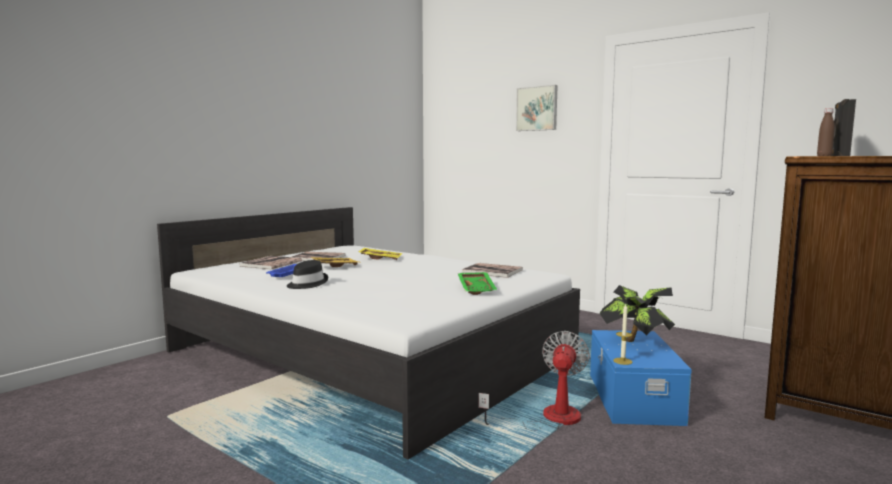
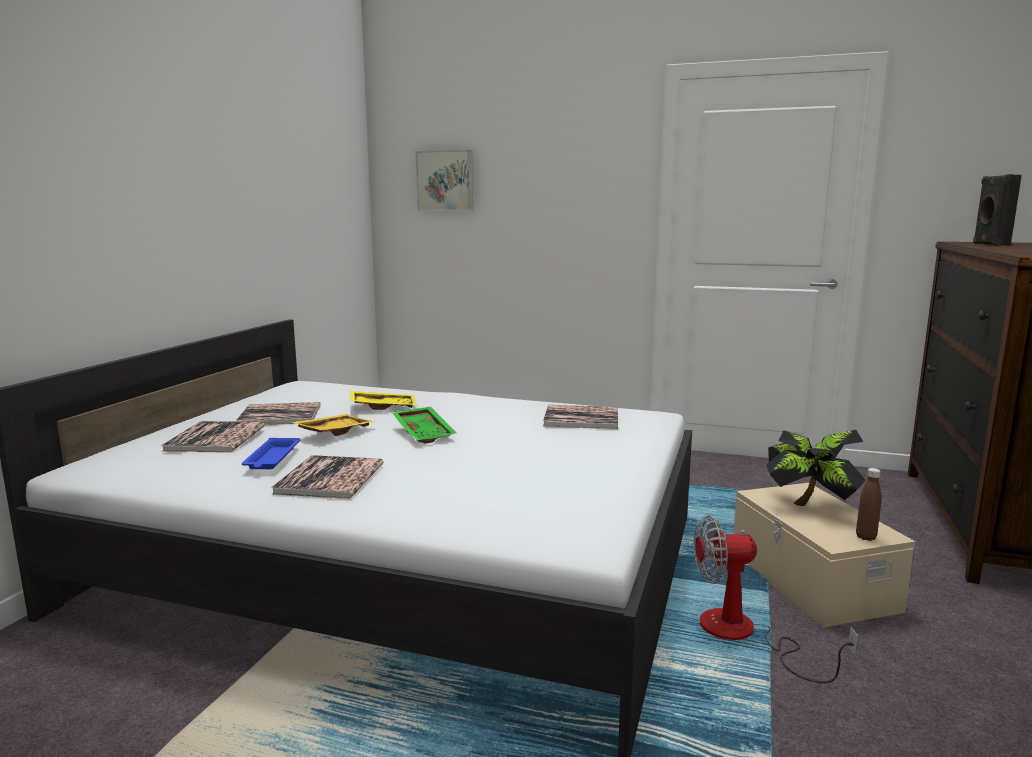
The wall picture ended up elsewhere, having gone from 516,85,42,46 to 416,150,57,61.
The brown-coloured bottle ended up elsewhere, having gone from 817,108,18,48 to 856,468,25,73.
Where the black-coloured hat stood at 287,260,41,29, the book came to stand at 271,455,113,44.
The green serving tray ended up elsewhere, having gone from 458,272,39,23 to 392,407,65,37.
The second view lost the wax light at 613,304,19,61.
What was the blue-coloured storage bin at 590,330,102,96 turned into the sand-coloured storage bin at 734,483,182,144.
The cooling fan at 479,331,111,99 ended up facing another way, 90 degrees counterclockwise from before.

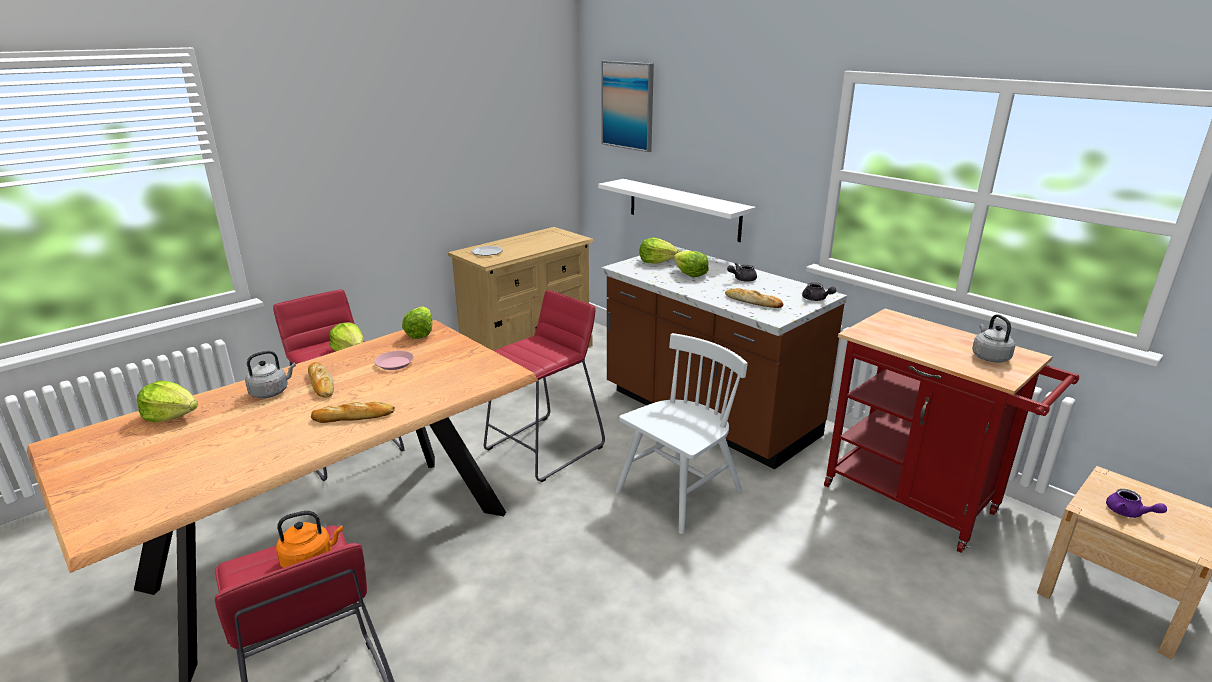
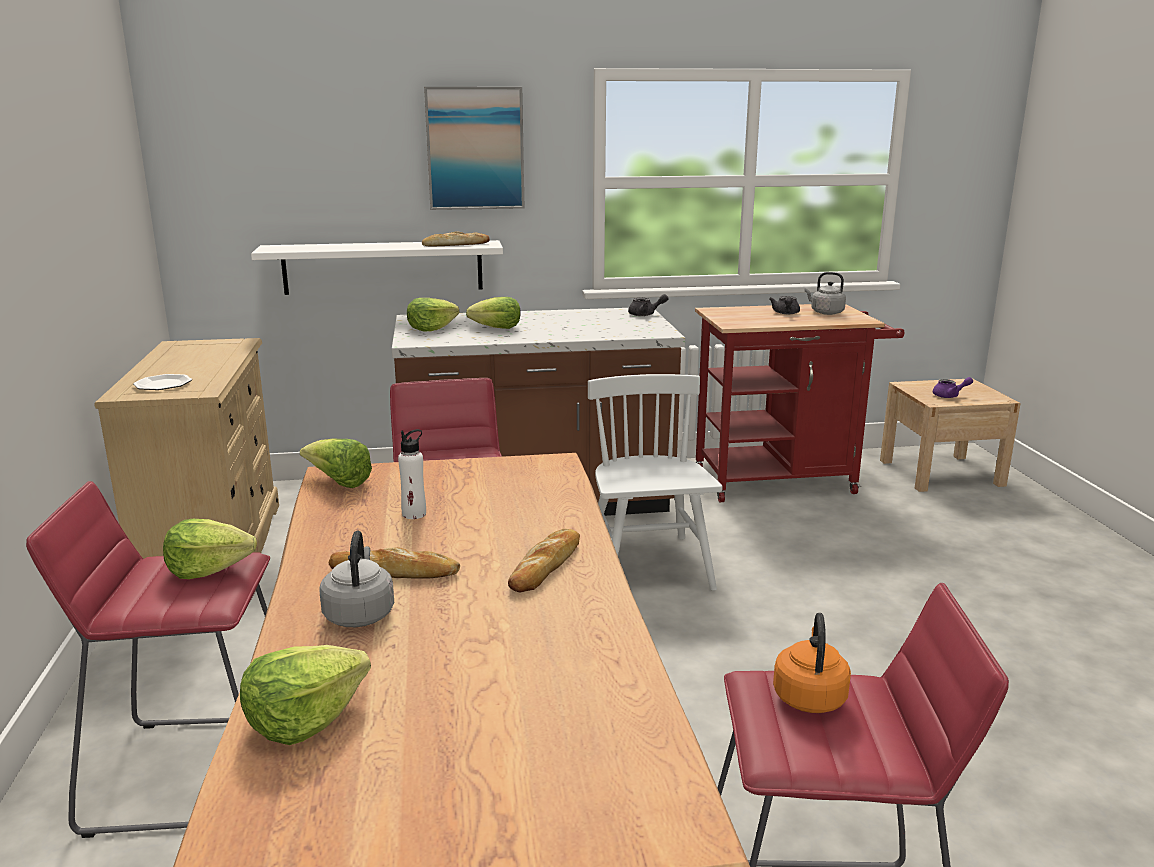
The wall picture ended up elsewhere, having gone from 601,61,53,91 to 424,87,101,123.
The greyish tea pot ended up elsewhere, having gone from 727,263,30,19 to 769,296,31,18.
The bakery bread ended up elsewhere, having gone from 725,288,58,20 to 422,232,68,15.
Where the pink dinner plate stood at 374,351,40,19, the white bottle came to stand at 398,429,28,90.

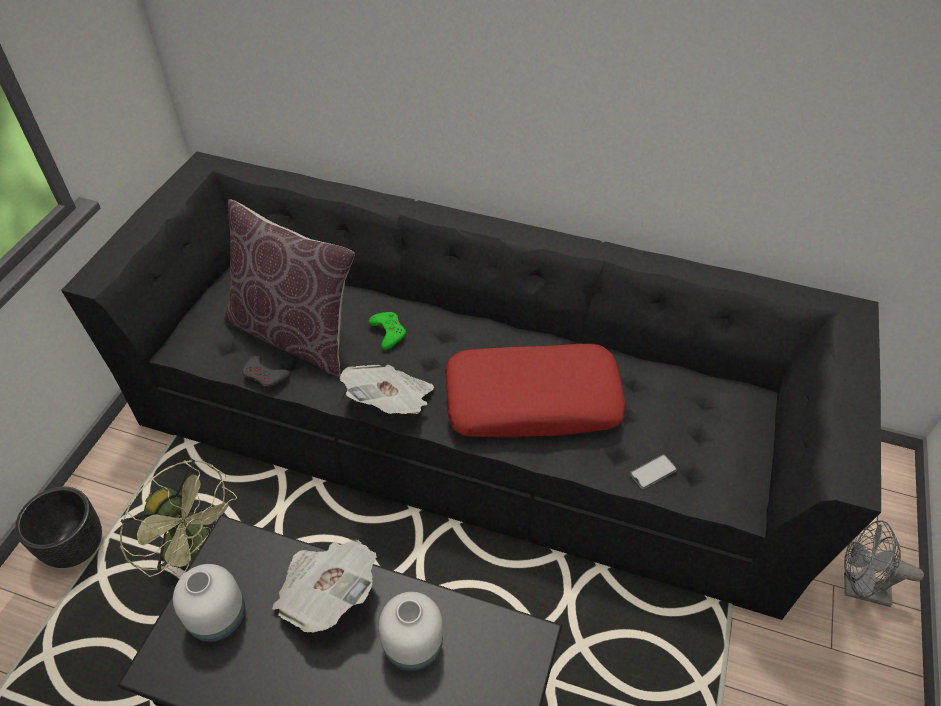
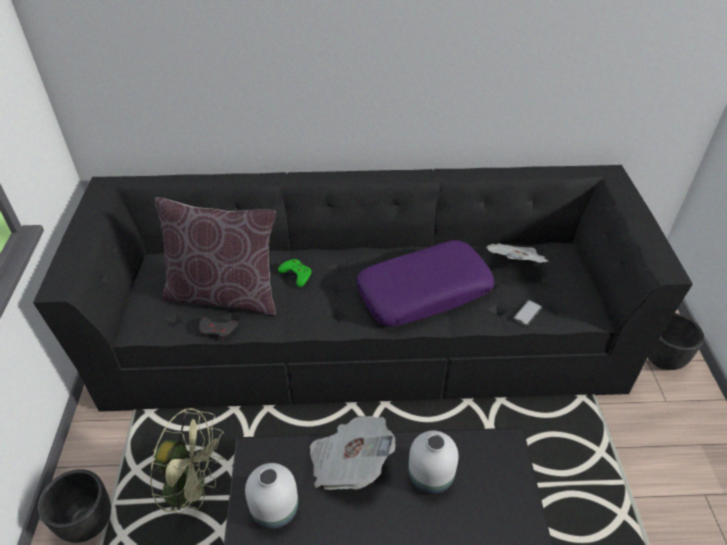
What was the red-coloured cushion at 445,344,181,93 turned into the purple cushion at 356,240,138,86.
The daily paper ended up elsewhere, having gone from 340,365,94,49 to 486,243,63,20.
Where the greyish cooling fan stood at 844,520,80,87, the black-coloured planter came to stand at 647,313,57,57.

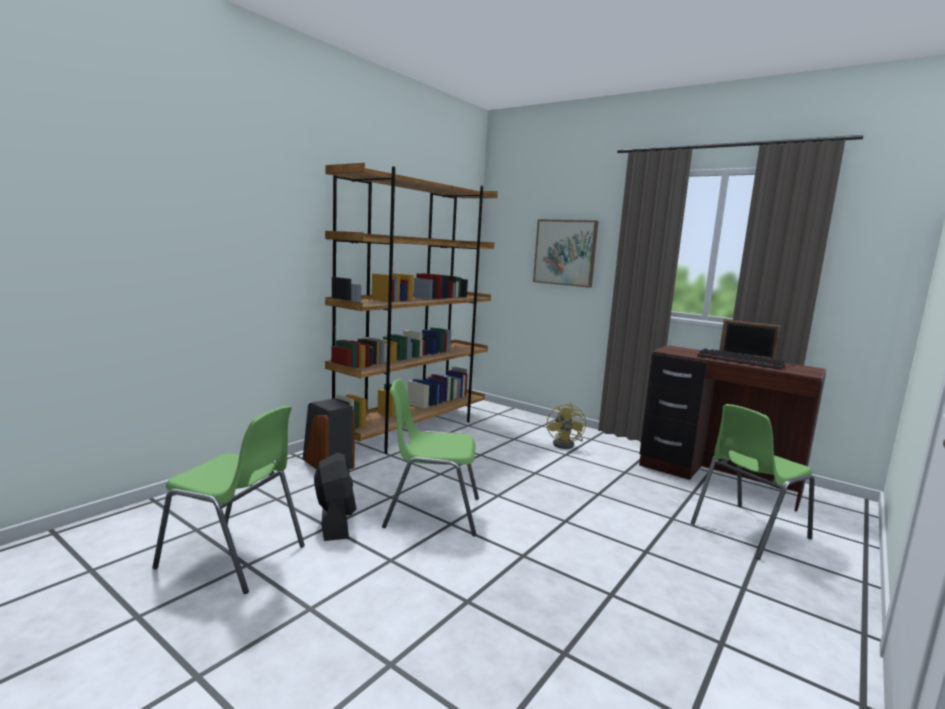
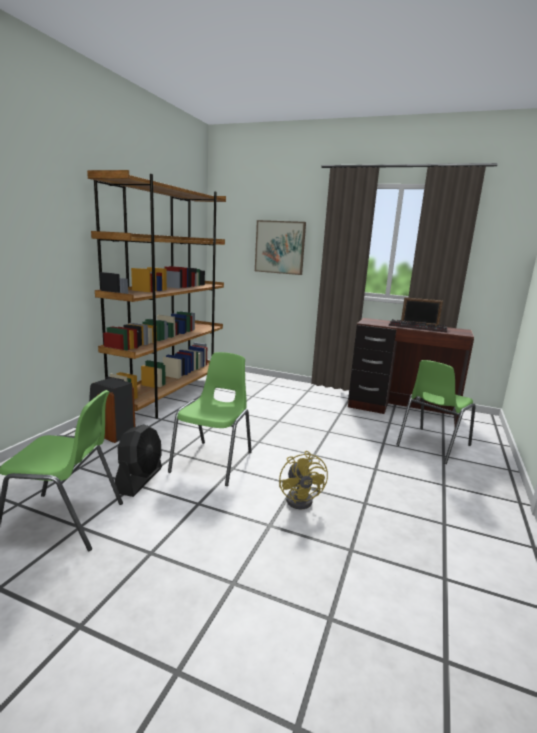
The green upright chair at 382,379,97,157 ended up facing another way, 120 degrees clockwise from before.
The yellow cooling fan ended up elsewhere, having gone from 547,403,39,46 to 279,451,49,58.
The black-coloured cooling fan at 314,453,43,88 ended up facing another way, 45 degrees clockwise from before.

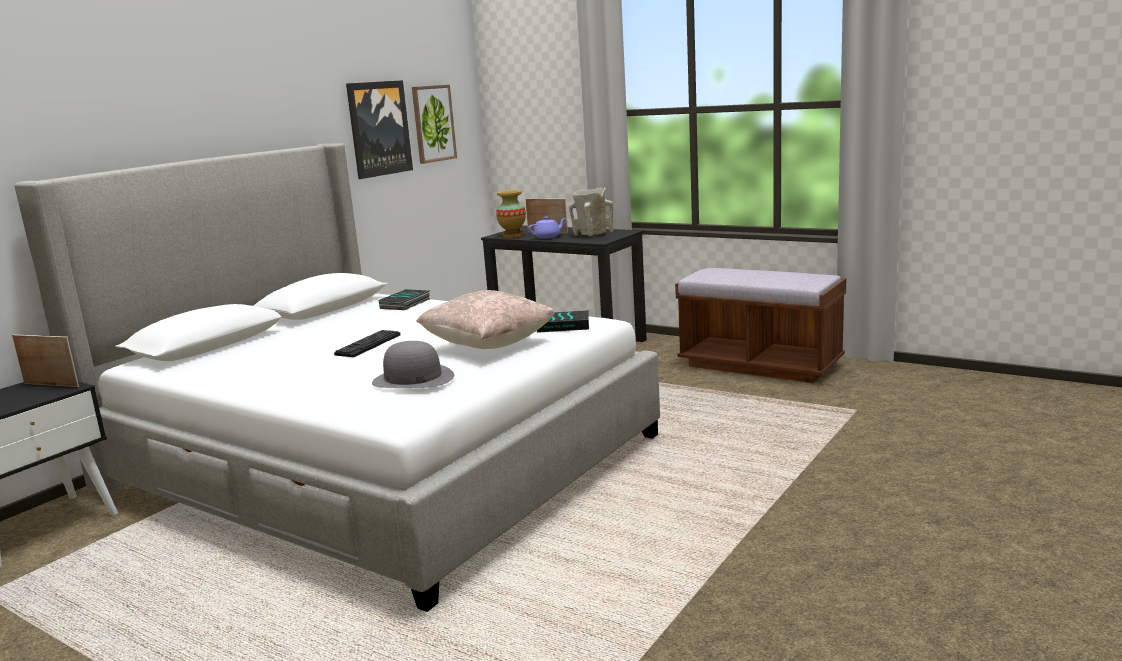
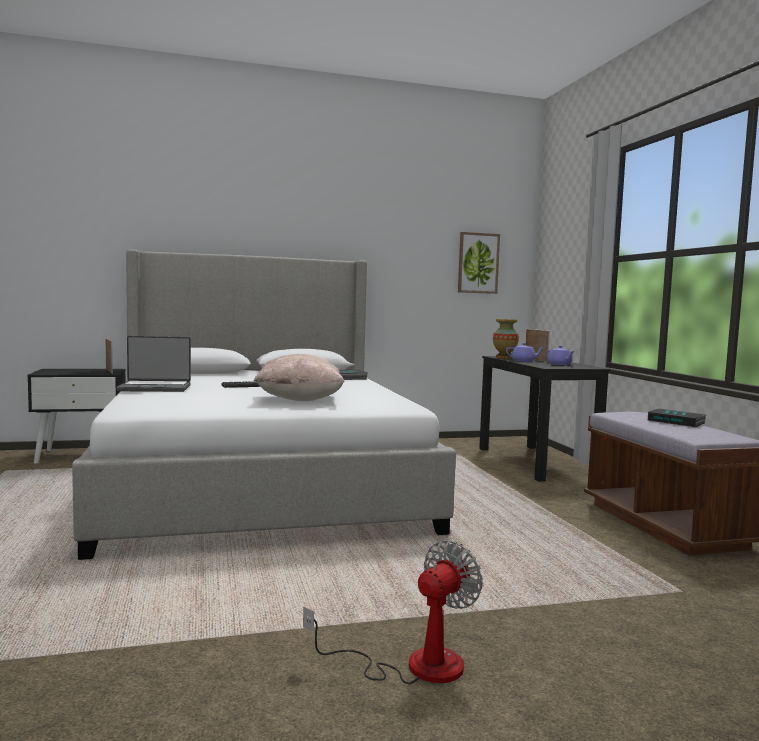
The second view lost the wall picture at 346,80,67,99.
Where the sand-coloured decorative vase stood at 569,187,44,49, the purple tea pot came to stand at 547,345,28,20.
The book ended up elsewhere, having gone from 537,310,52,23 to 648,409,58,18.
The second view lost the greyish hat at 372,341,82,47.
The second view gained the portable computer at 116,336,75,56.
The second view gained the cooling fan at 303,540,180,144.

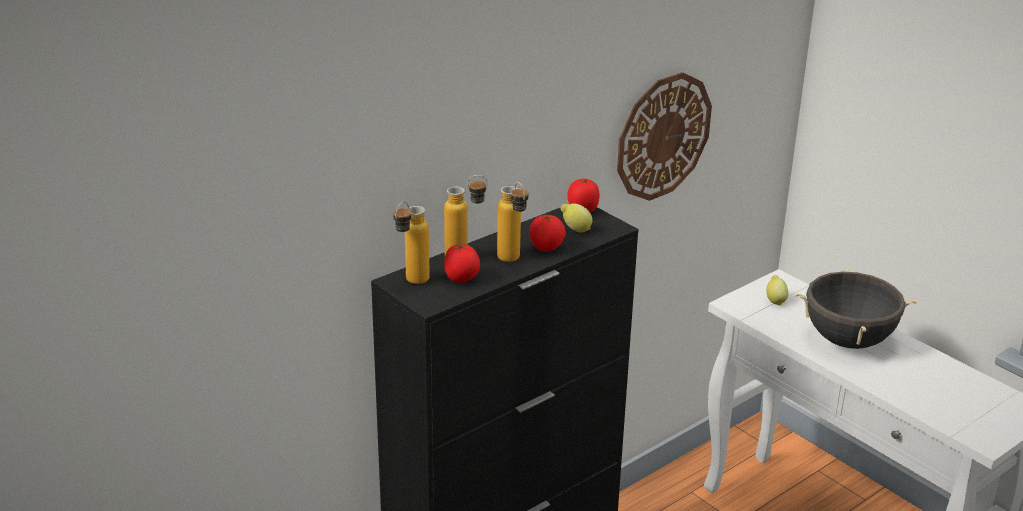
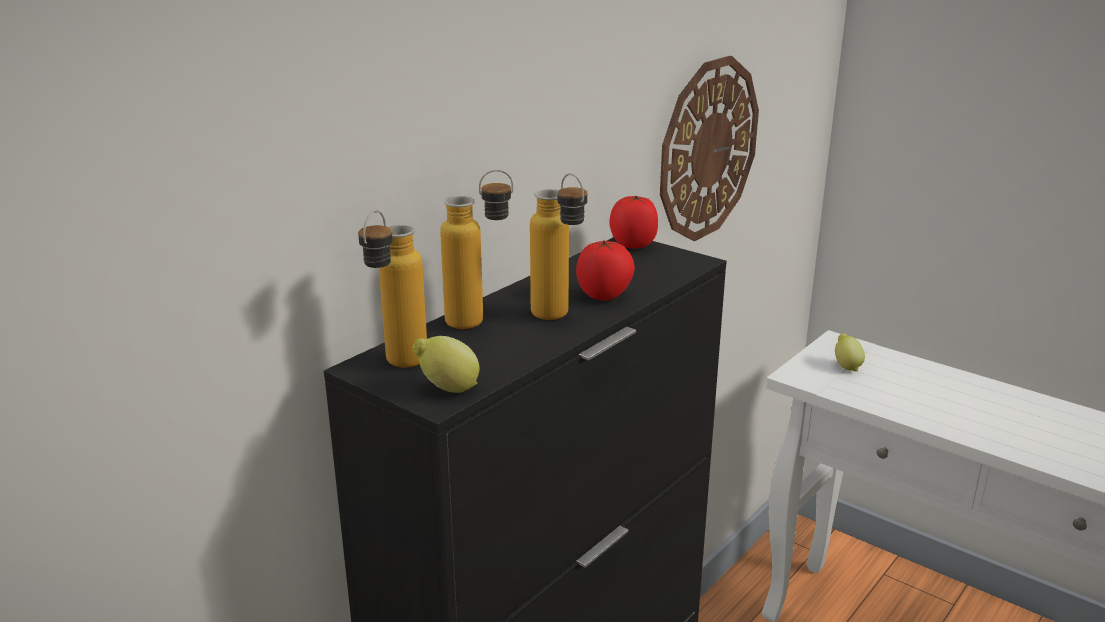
The whole lemon ended up elsewhere, having gone from 560,204,33,29 to 412,336,67,57.
The second view lost the whole tomato at 444,244,36,39.
The second view lost the black-coloured stockpot at 795,267,122,82.

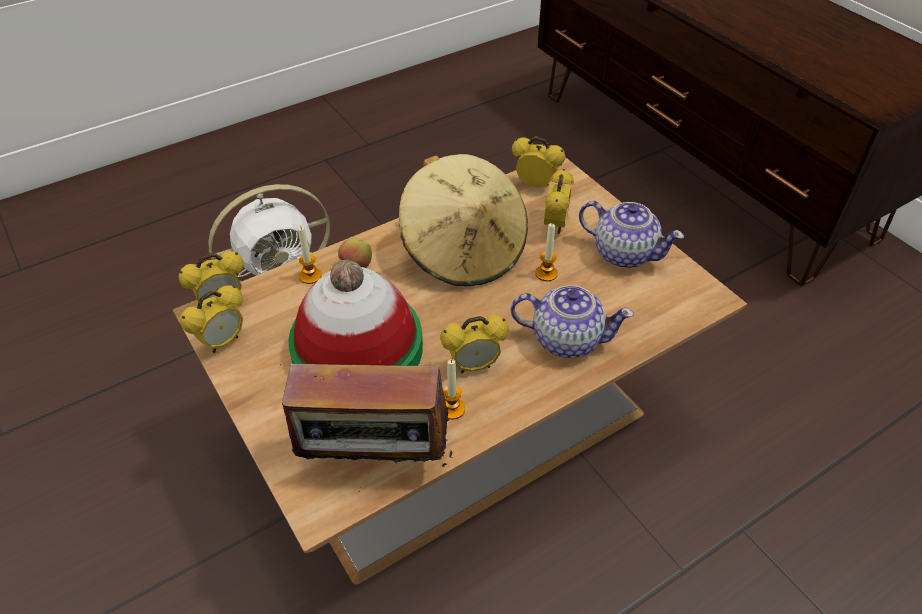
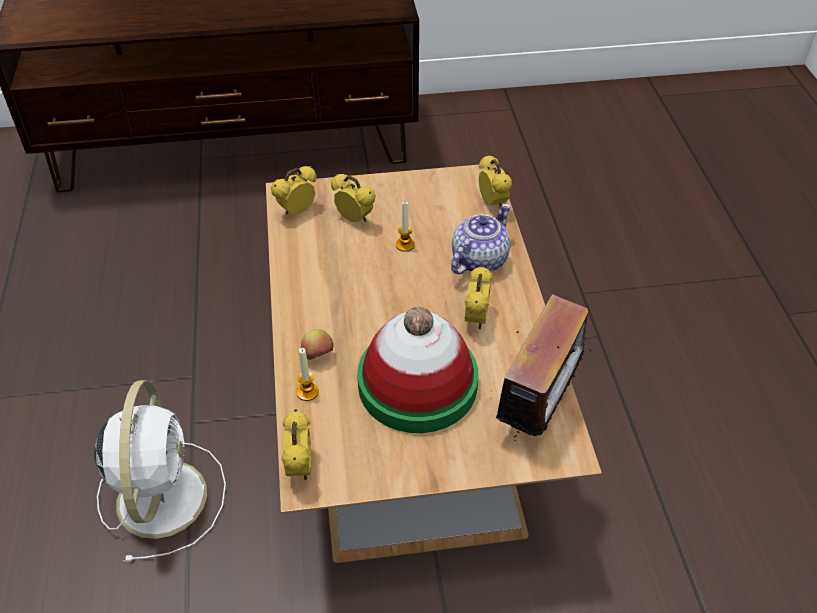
The second view lost the sand-coloured hat at 399,154,129,132.
The second view lost the tea pot at 579,201,105,67.
The alarm clock ended up elsewhere, having gone from 180,285,63,68 to 479,155,33,52.
The second view lost the wax light at 443,359,22,61.

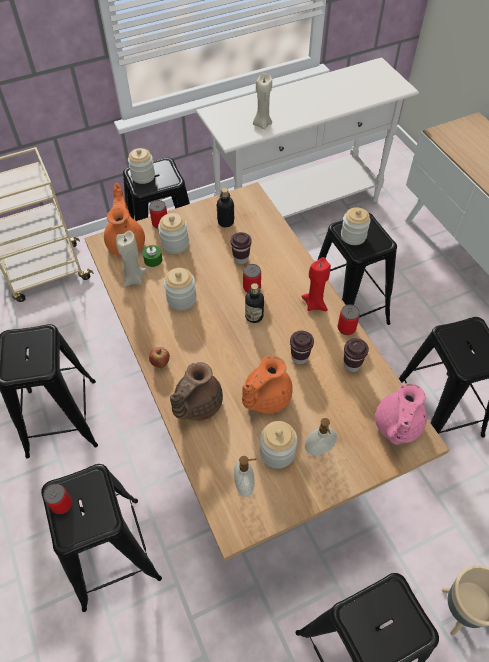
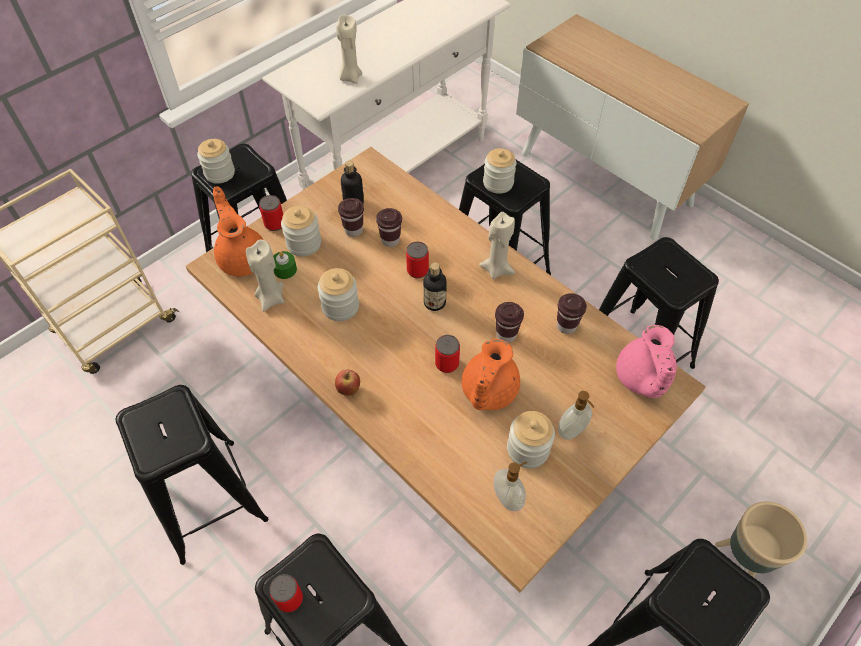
What was the red-coloured wax light at 301,257,30,54 turned into the sand-coloured wax light at 479,212,36,67.
The can ended up elsewhere, having gone from 338,304,22,31 to 435,335,25,38.
The second view lost the brown-coloured tea pot at 170,362,53,59.
The second view gained the brown-coloured small cup at 338,198,26,39.

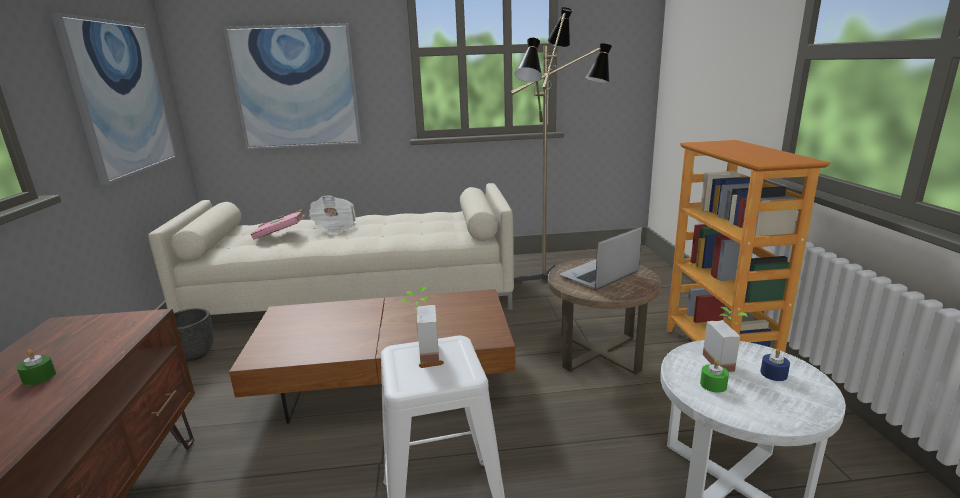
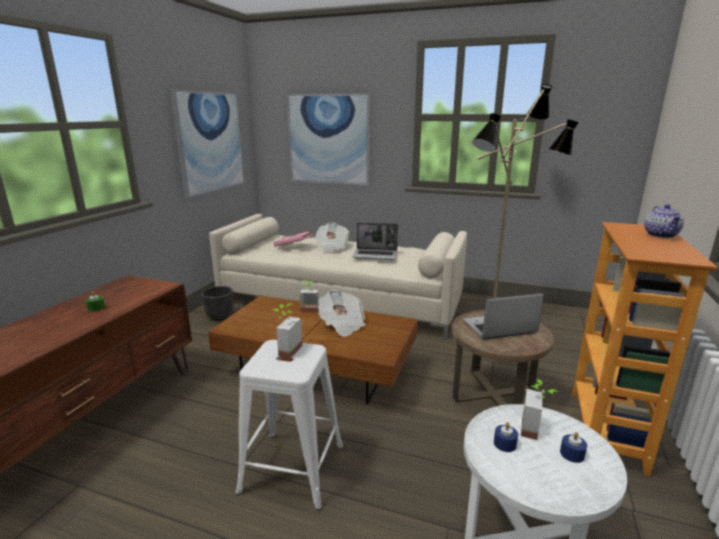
What was the green wax light at 700,359,29,34 turned into the blue-coloured wax light at 494,422,24,30.
The second view gained the tea pot at 644,204,40,34.
The second view gained the portable computer at 353,222,45,38.
The second view gained the houseplant at 300,280,19,32.
The second view gained the daily paper at 318,290,48,47.

